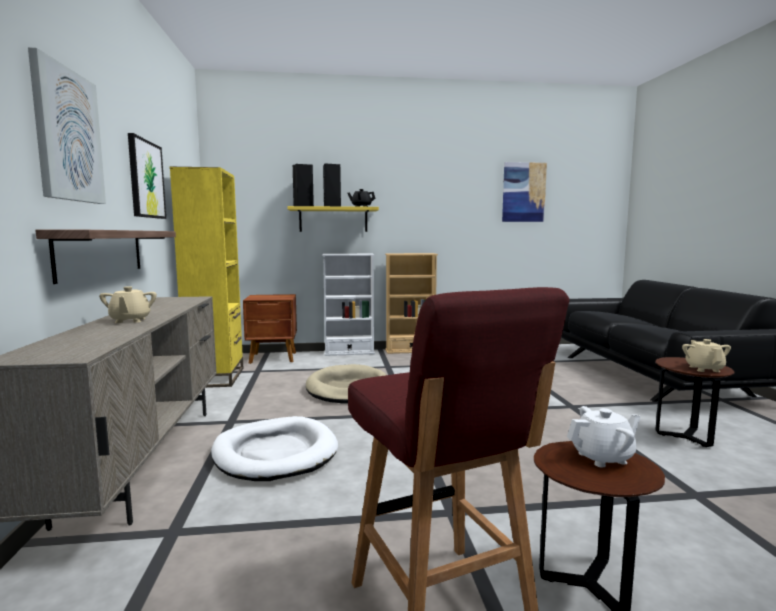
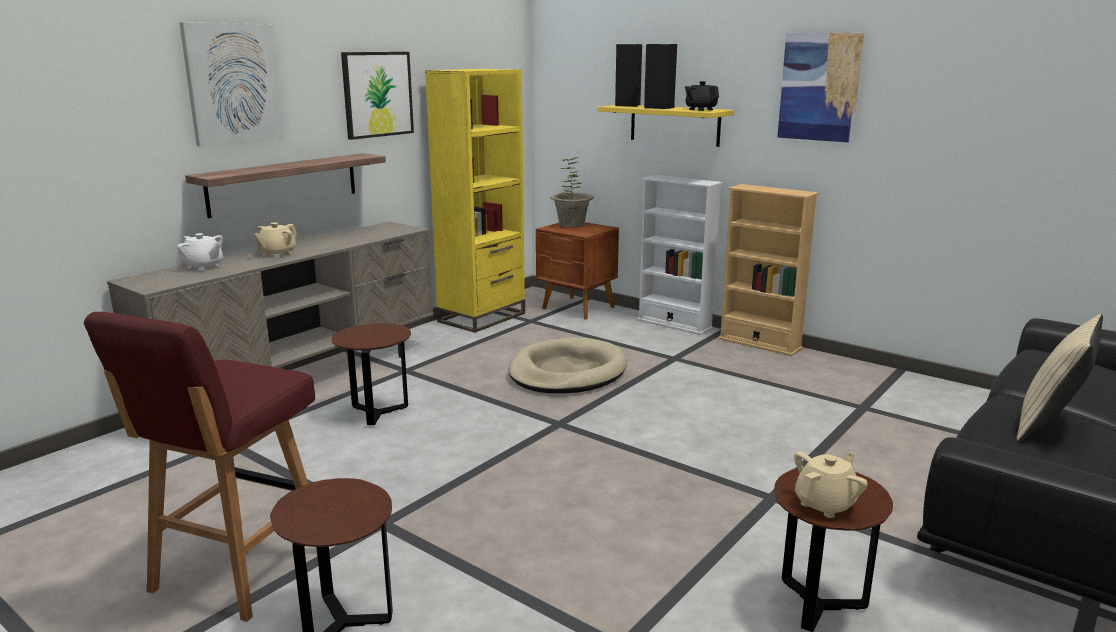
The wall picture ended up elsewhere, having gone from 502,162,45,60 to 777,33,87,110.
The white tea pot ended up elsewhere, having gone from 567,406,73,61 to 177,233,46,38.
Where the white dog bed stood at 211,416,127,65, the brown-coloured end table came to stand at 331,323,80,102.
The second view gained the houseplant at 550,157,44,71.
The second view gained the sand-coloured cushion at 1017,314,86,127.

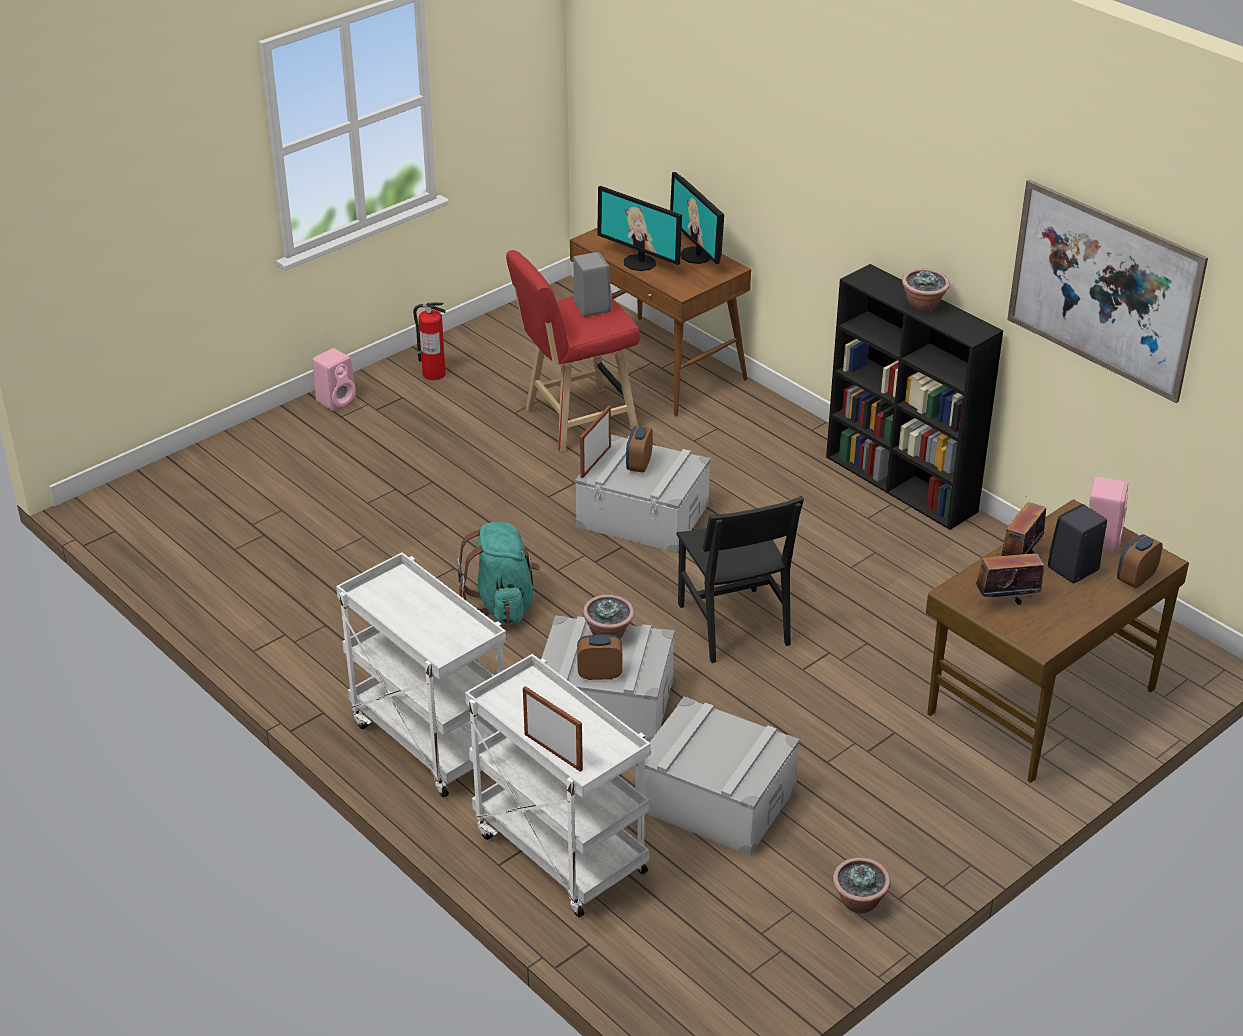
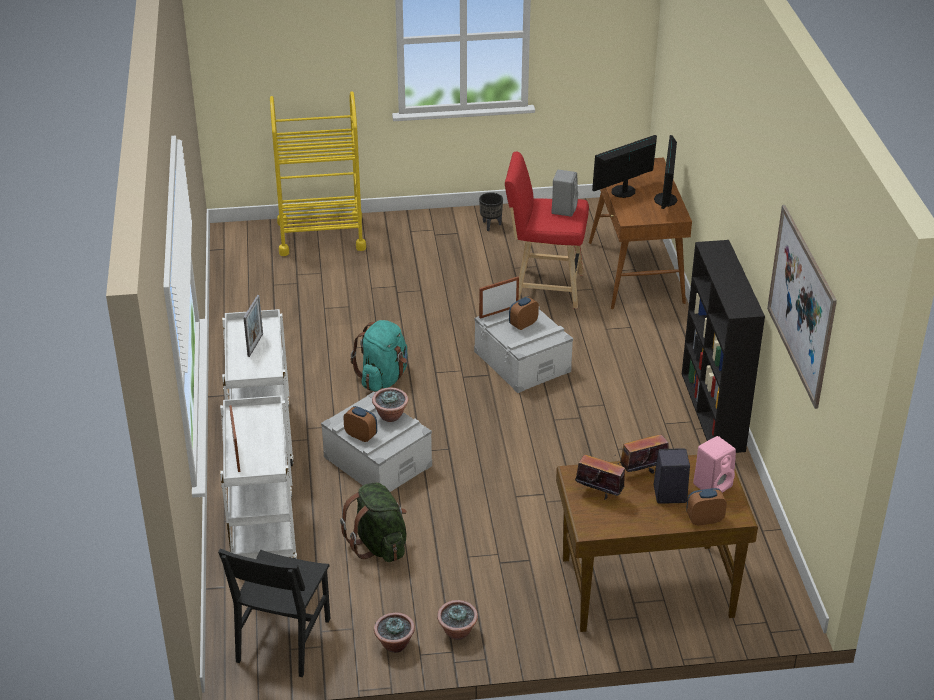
The computer screen at 597,186,85,85 ended up facing another way, 75 degrees clockwise from before.
The houseplant ended up elsewhere, having gone from 902,269,48,43 to 437,600,41,40.
Where the fire extinguisher stood at 413,302,32,78, the black-coloured planter came to stand at 479,192,24,39.
The second view lost the pink audio speaker at 312,348,44,63.
The black-coloured upright chair ended up elsewhere, having gone from 676,496,128,167 to 218,548,112,129.
Where the greyish storage bin stood at 635,697,165,159, the green backpack came to stand at 340,482,67,80.
The second view gained the yellow wheeled cart at 270,91,96,165.
The second view gained the standing frame at 243,295,20,62.

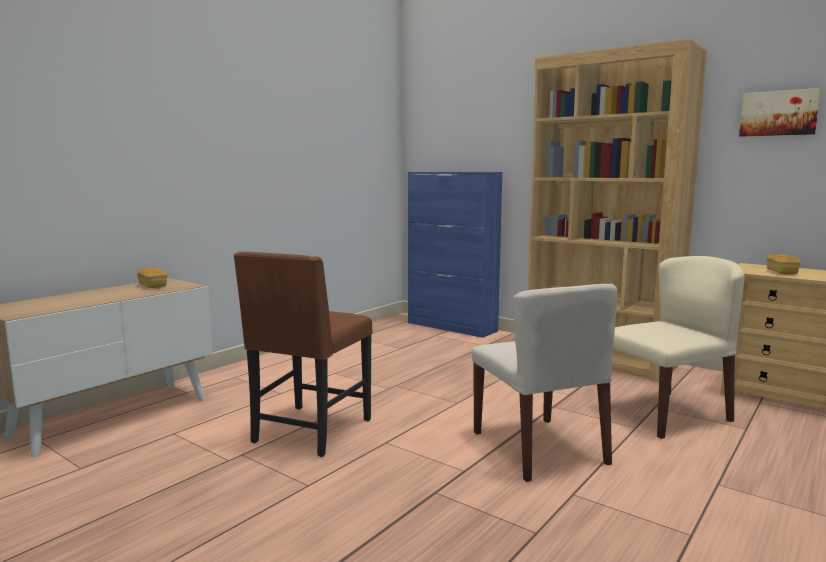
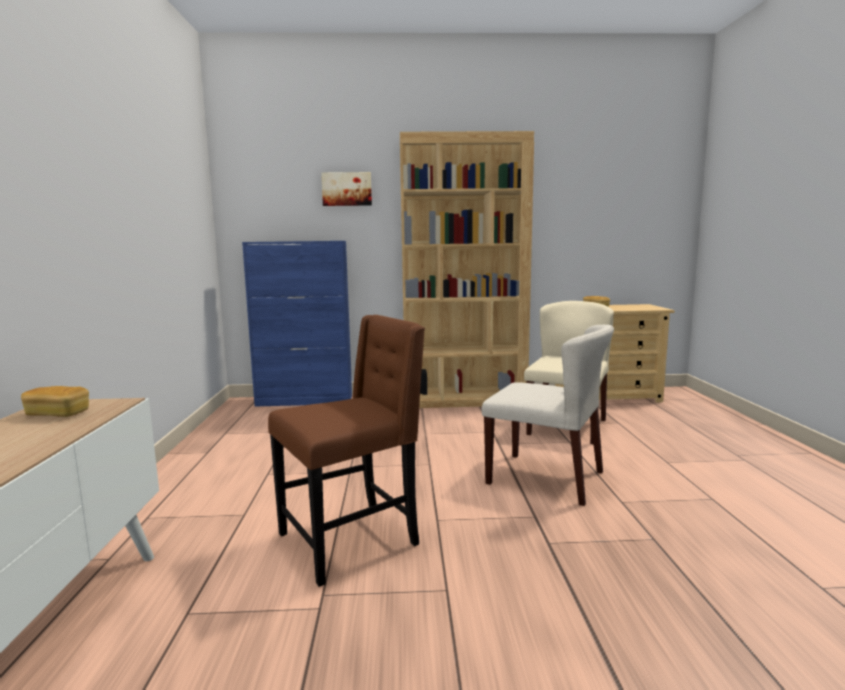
The wall picture ended up elsewhere, having gone from 739,88,82,49 to 321,172,51,34.
The brown-coloured upright chair at 233,252,140,205 ended up facing another way, 105 degrees counterclockwise from before.

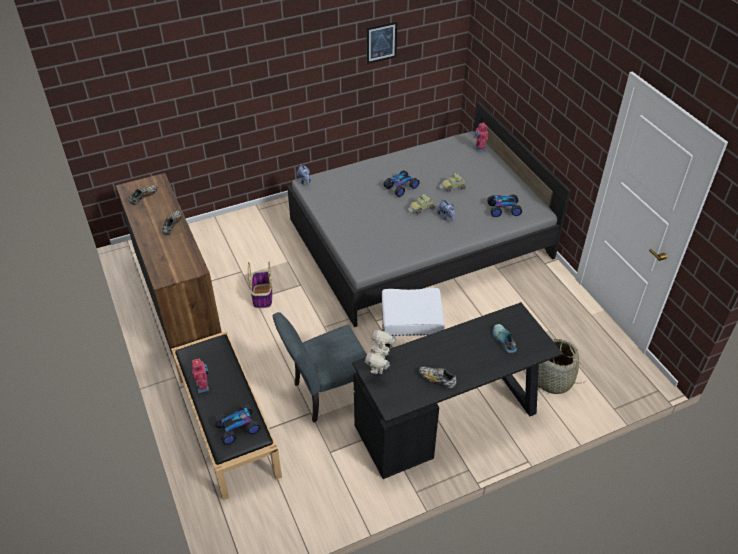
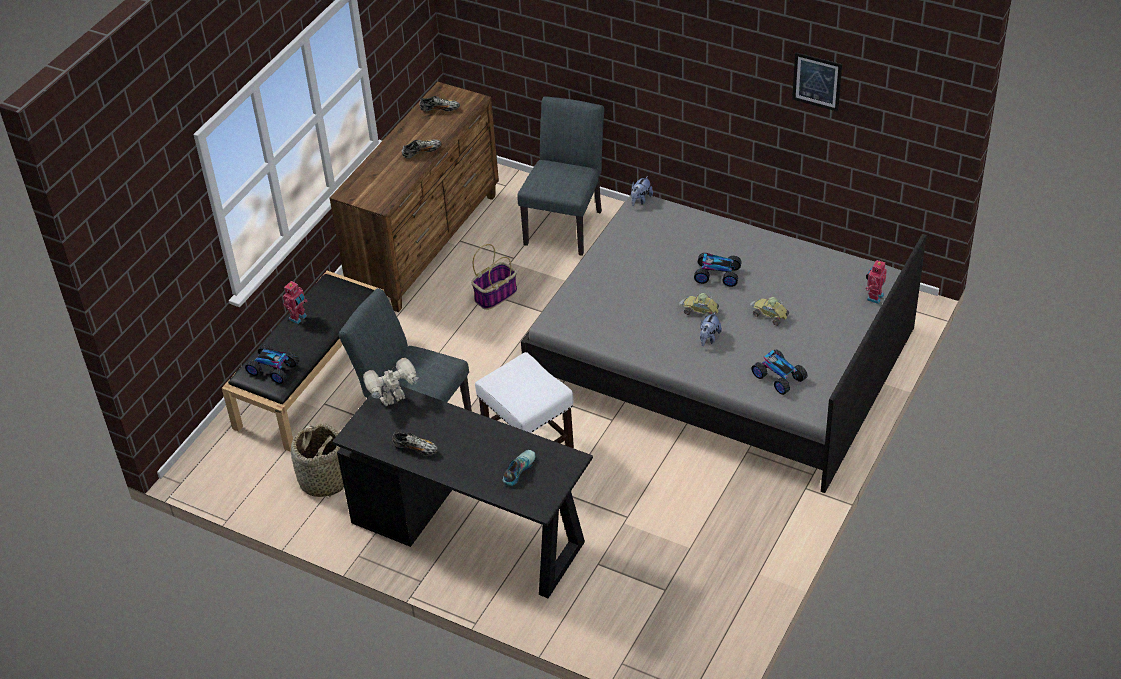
The basket ended up elsewhere, having gone from 538,339,46,55 to 291,423,53,76.
The low shoe at 419,366,38,22 ended up facing another way, 120 degrees clockwise from before.
The second view gained the greyish upright chair at 517,96,87,160.

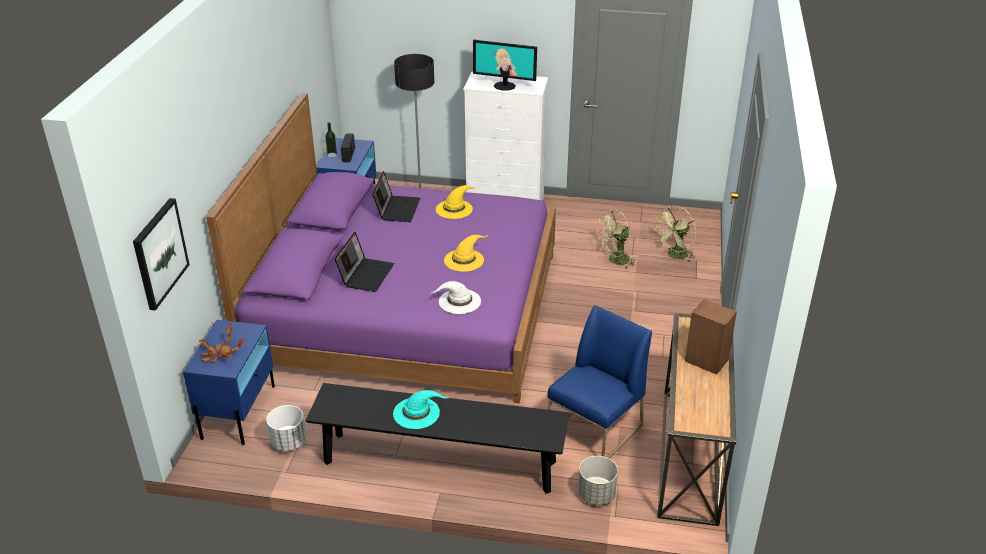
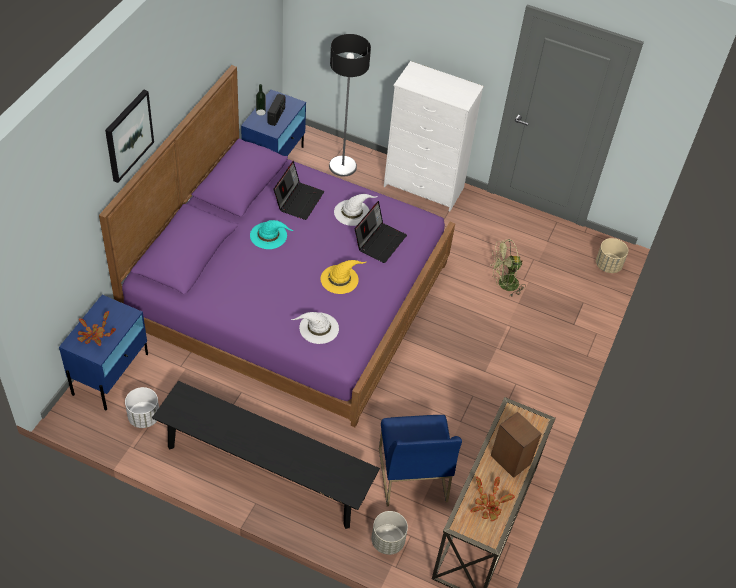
The second view lost the computer screen at 473,40,64,50.
What was the yellow hat at 436,185,40,34 turned into the white hat at 334,194,44,32.
The wall picture ended up elsewhere, having gone from 133,198,57,113 to 105,90,49,93.
The second view lost the green cooling fan at 654,206,42,56.
The portable computer ended up elsewhere, having gone from 335,232,59,60 to 355,201,52,62.
The blue-coloured upright chair at 548,305,104,154 ended up facing another way, 120 degrees clockwise from before.
The turquoise-coloured hat ended up elsewhere, having gone from 393,390,57,39 to 250,220,44,29.
The second view gained the sand-coloured planter at 596,238,32,35.
The second view gained the houseplant at 470,476,45,45.

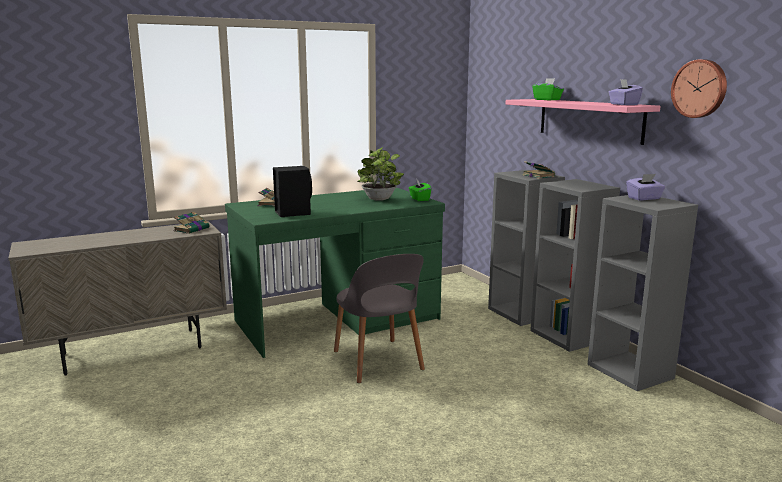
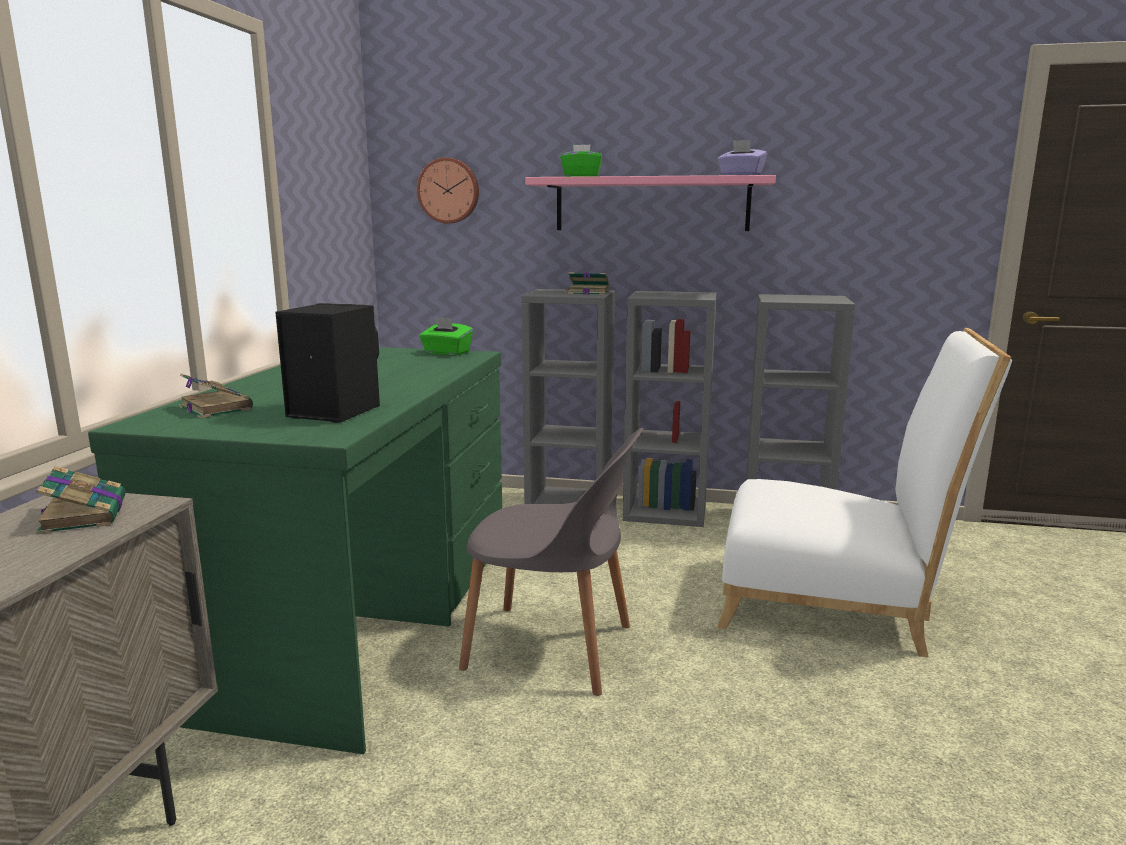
The hanging clock ended up elsewhere, having gone from 671,59,56,59 to 417,158,62,65.
The second view lost the houseplant at 357,147,47,54.
The second view lost the purple tissue holder at 626,174,39,26.
The second view gained the white upright chair at 717,328,295,329.

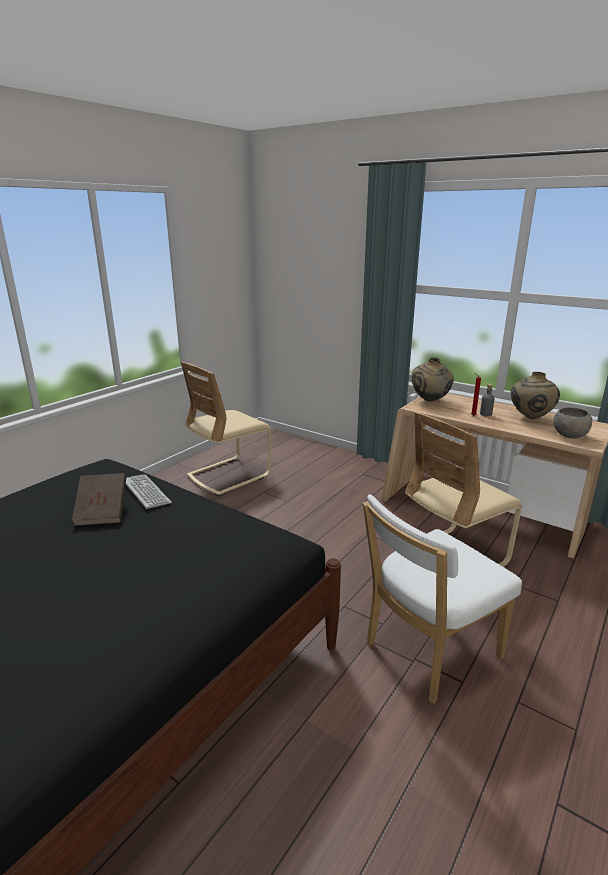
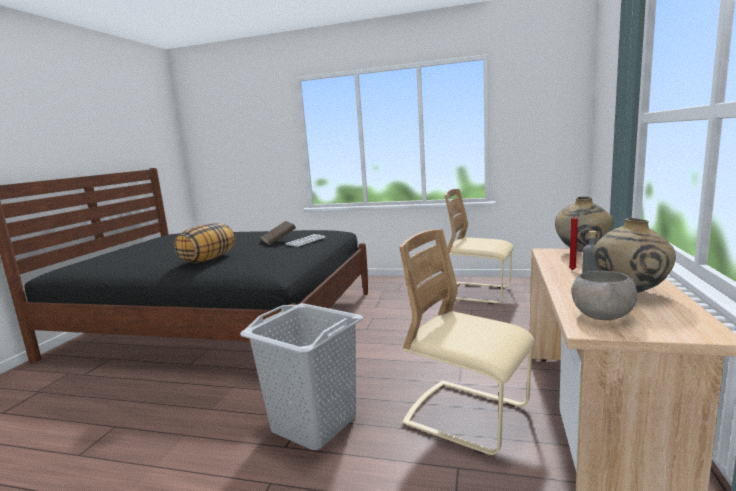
Where the white upright chair stood at 363,494,159,210, the greyish laundry basket came to stand at 240,303,123,147.
The second view gained the cushion at 174,223,61,40.

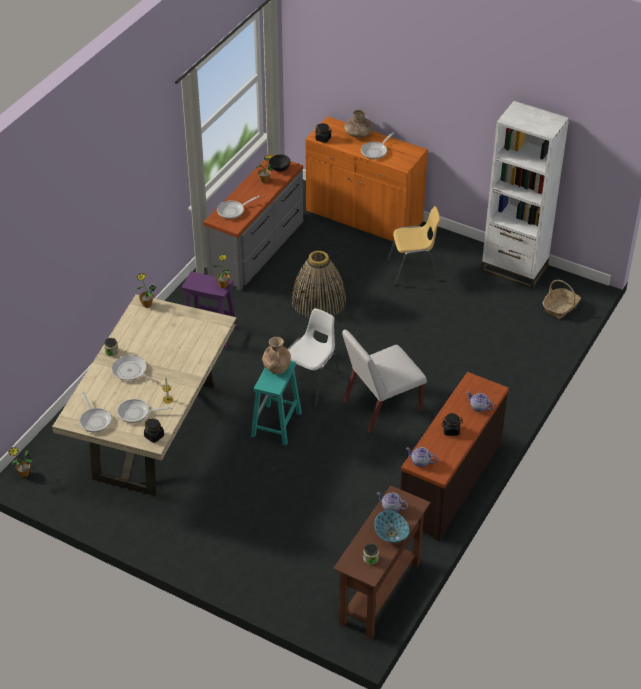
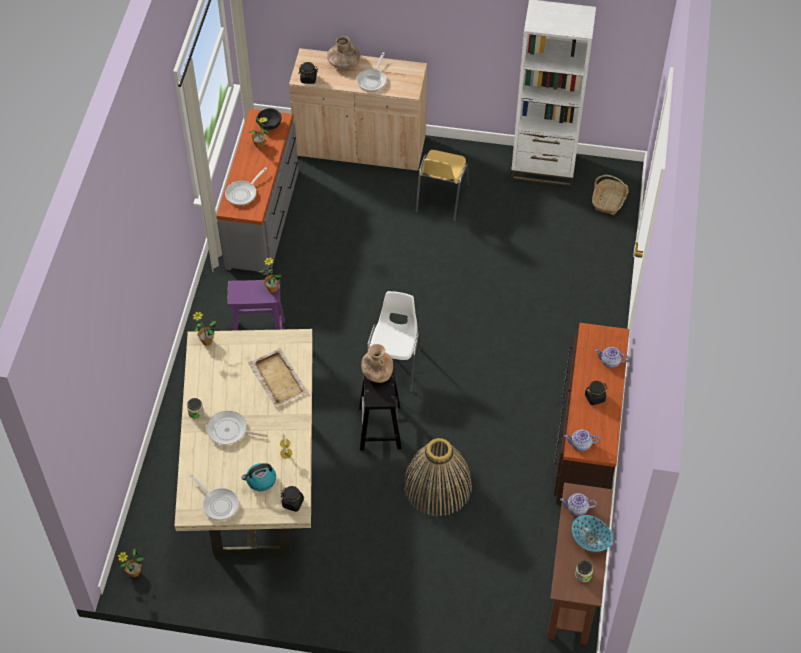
What was the orange cabinet at 305,116,123,125 turned into the sand-coloured cabinet at 289,48,138,123.
The yellow upright chair at 387,206,53,80 ended up facing another way, 135 degrees clockwise from before.
The basket ended up elsewhere, having gone from 291,251,55,67 to 404,438,68,79.
The second view lost the white upright chair at 342,329,85,104.
What was the turquoise-coloured stool at 251,361,51,84 turned into the black-coloured stool at 359,361,43,89.
Where the pan stood at 118,399,55,24, the kettle came to stand at 242,463,34,28.
The second view gained the sand-coloured serving tray at 248,348,61,58.

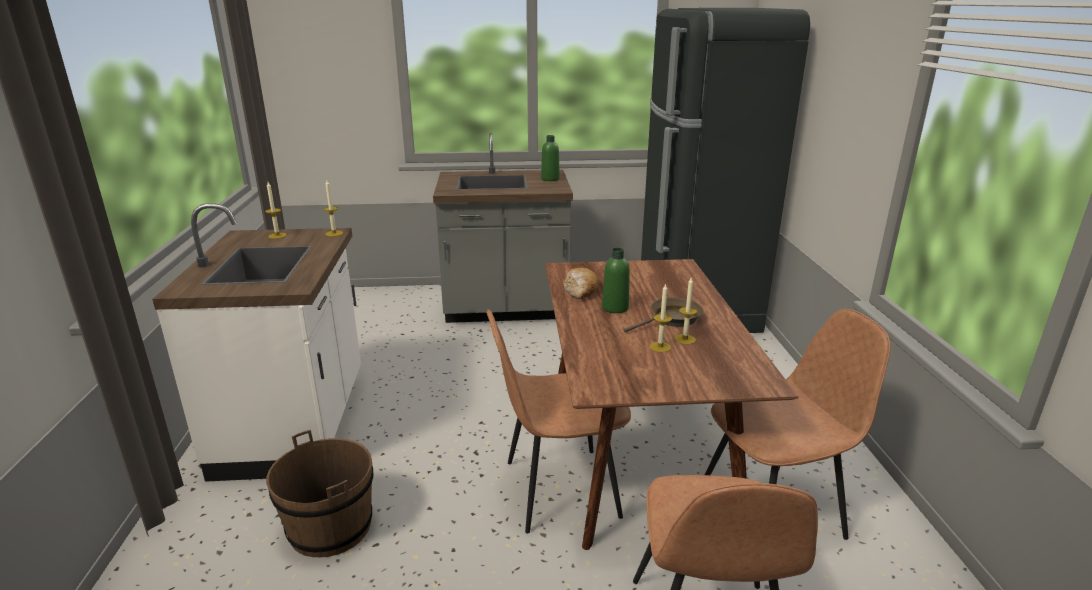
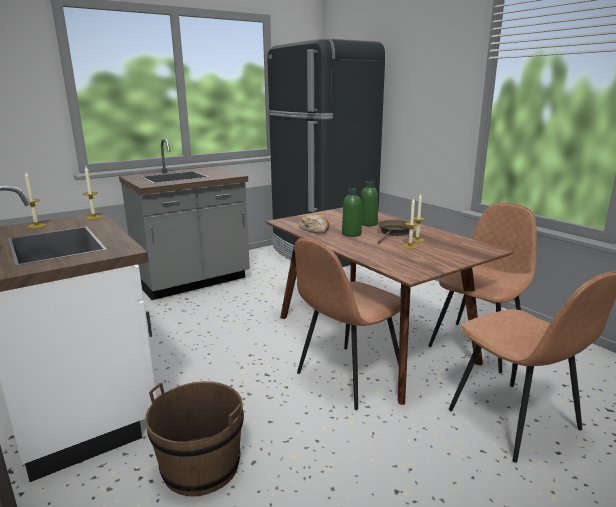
The green bottle ended up elsewhere, having gone from 541,135,19,46 to 361,181,17,45.

